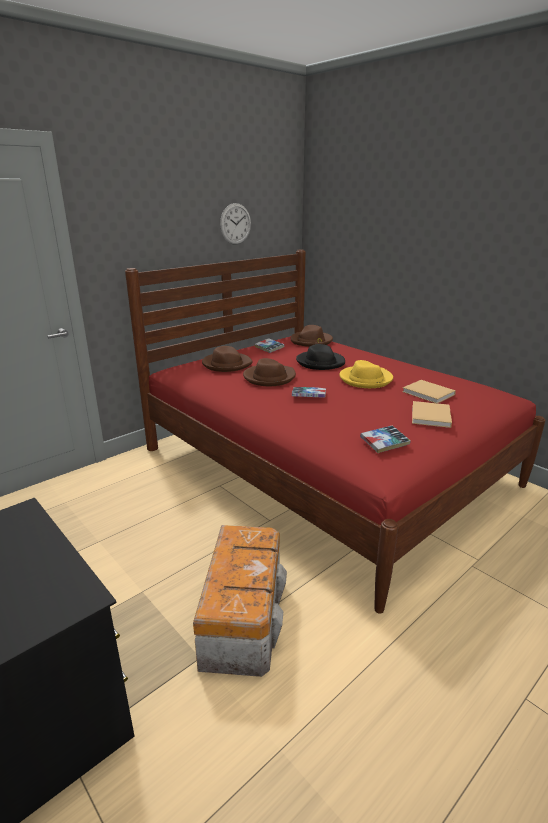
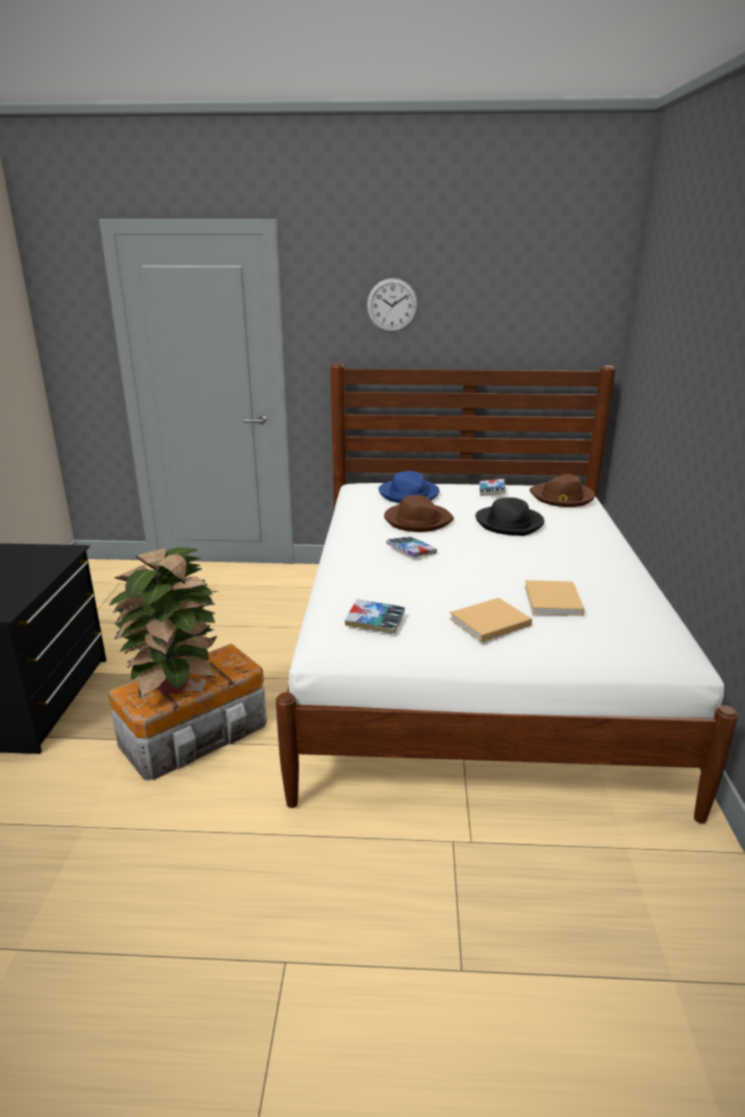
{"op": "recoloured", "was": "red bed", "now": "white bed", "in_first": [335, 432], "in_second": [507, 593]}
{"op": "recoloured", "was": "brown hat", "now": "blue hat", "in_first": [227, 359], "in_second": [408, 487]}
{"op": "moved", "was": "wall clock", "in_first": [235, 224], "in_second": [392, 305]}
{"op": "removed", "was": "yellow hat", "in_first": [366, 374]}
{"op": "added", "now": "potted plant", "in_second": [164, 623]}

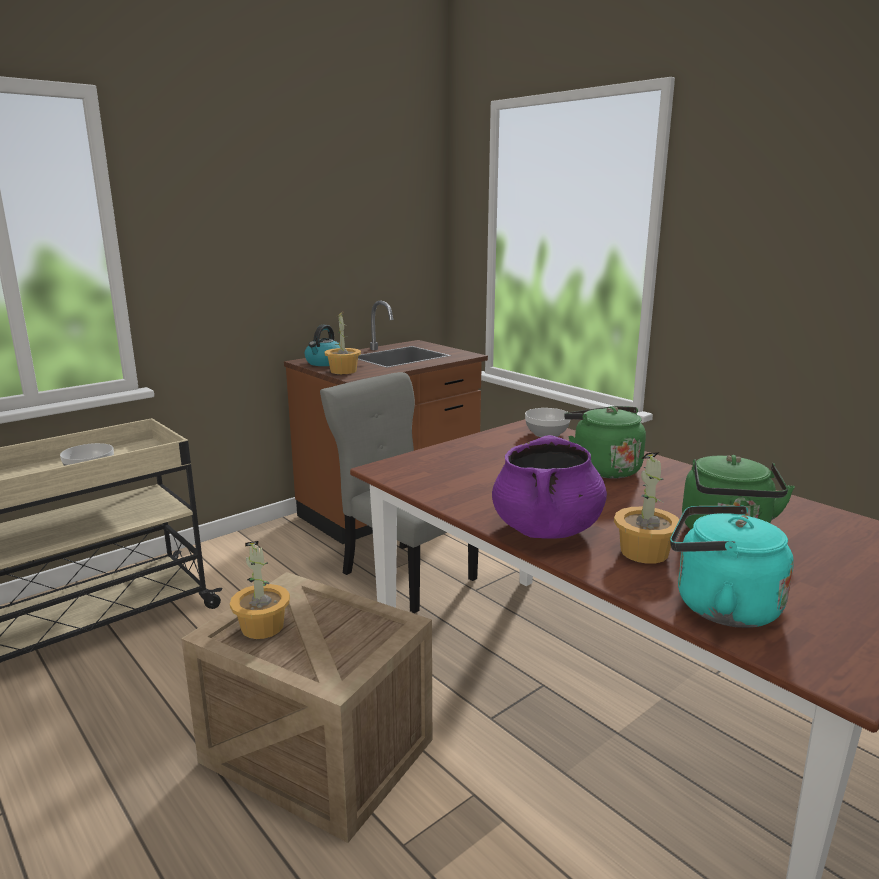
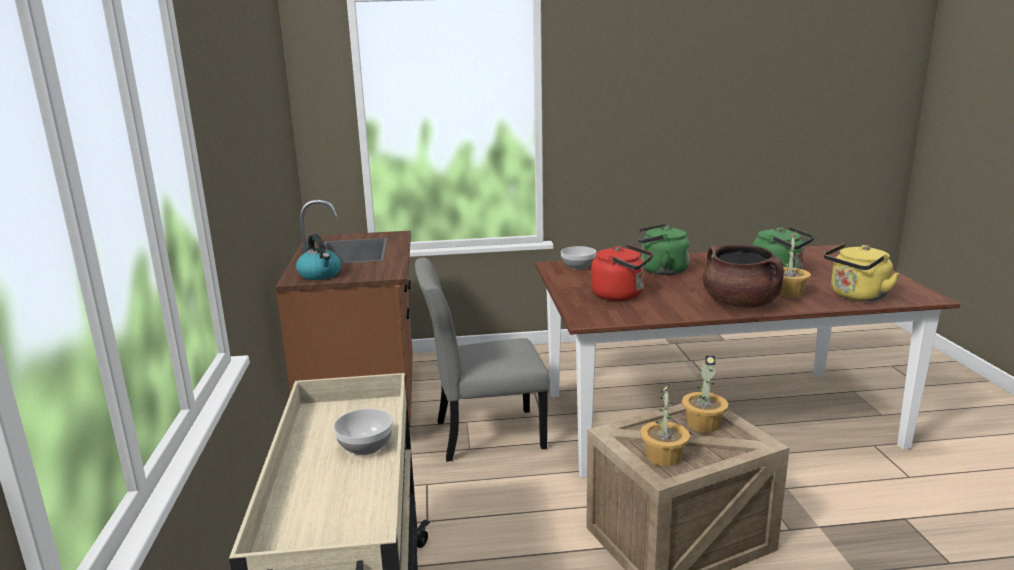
{"op": "moved", "was": "potted plant", "in_first": [342, 342], "in_second": [705, 394]}
{"op": "recoloured", "was": "purple cooking pot", "now": "brown cooking pot", "in_first": [549, 487], "in_second": [743, 276]}
{"op": "recoloured", "was": "turquoise kettle", "now": "yellow kettle", "in_first": [732, 567], "in_second": [862, 272]}
{"op": "added", "now": "red kettle", "in_second": [622, 272]}

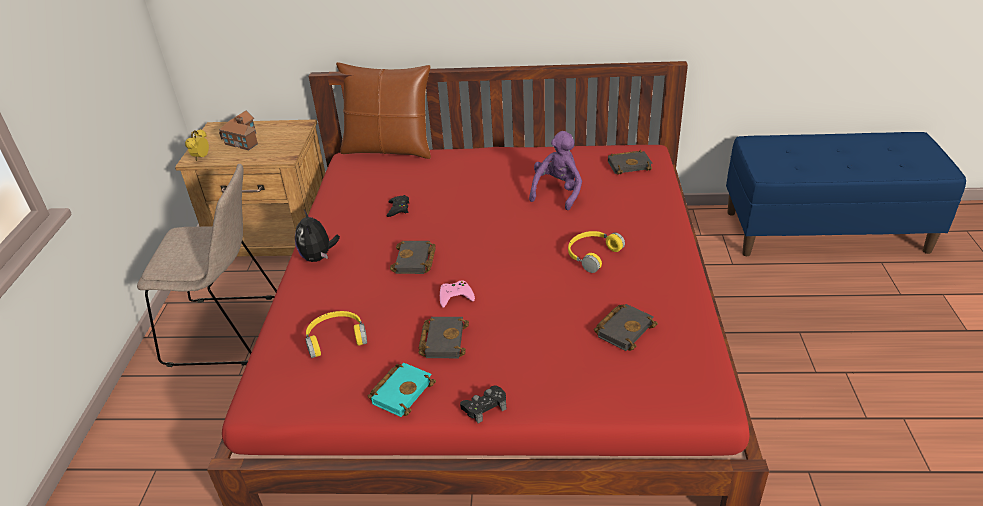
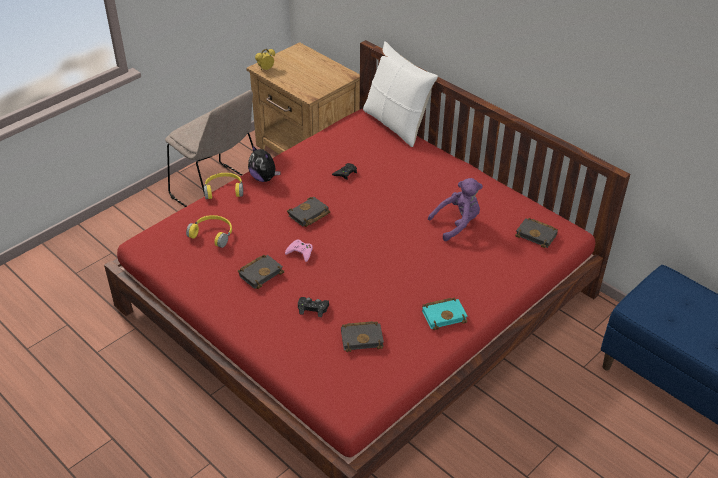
{"op": "removed", "was": "toy house", "in_first": [238, 130]}
{"op": "turned", "was": "plush toy", "in_first": [317, 236], "in_second": [264, 163], "clockwise": -75}
{"op": "recoloured", "was": "brown pillow", "now": "white pillow", "in_first": [383, 110], "in_second": [400, 94]}
{"op": "moved", "was": "turquoise book", "in_first": [402, 390], "in_second": [445, 314]}
{"op": "moved", "was": "black game controller", "in_first": [483, 404], "in_second": [313, 307]}
{"op": "moved", "was": "yellow headphones", "in_first": [596, 252], "in_second": [223, 186]}

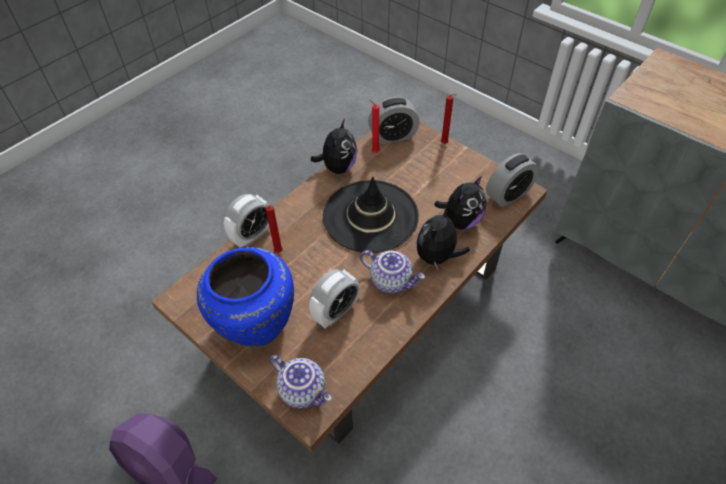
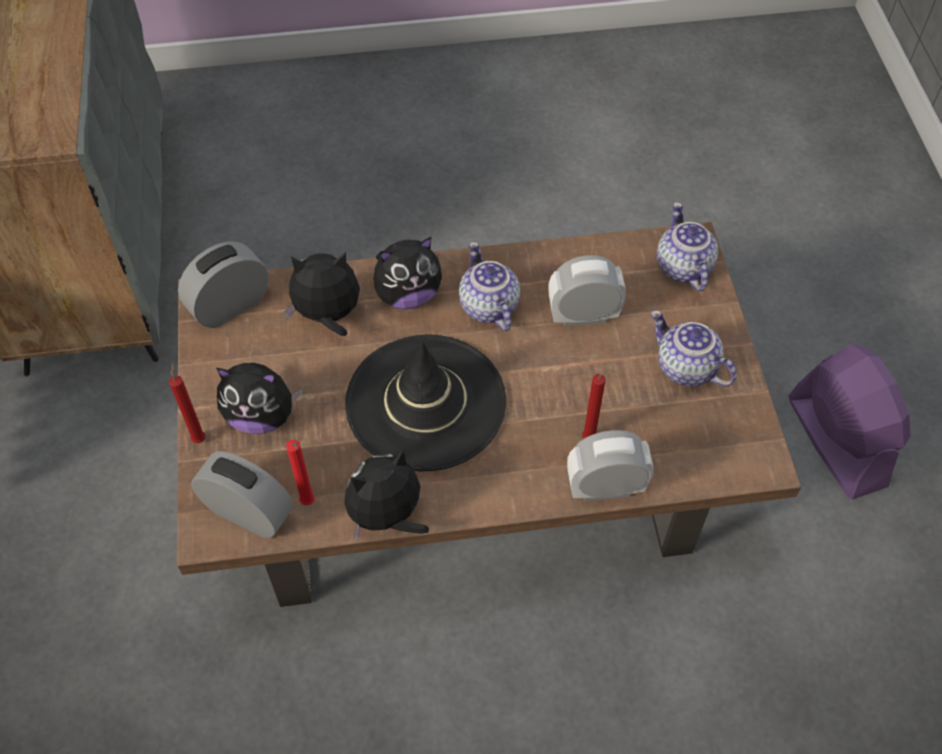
{"op": "replaced", "was": "blue vase", "now": "teapot", "in_first": [245, 297], "in_second": [694, 348]}
{"op": "turned", "was": "alarm clock", "in_first": [512, 180], "in_second": [223, 285], "clockwise": -45}
{"op": "added", "now": "plush toy", "in_second": [259, 398]}

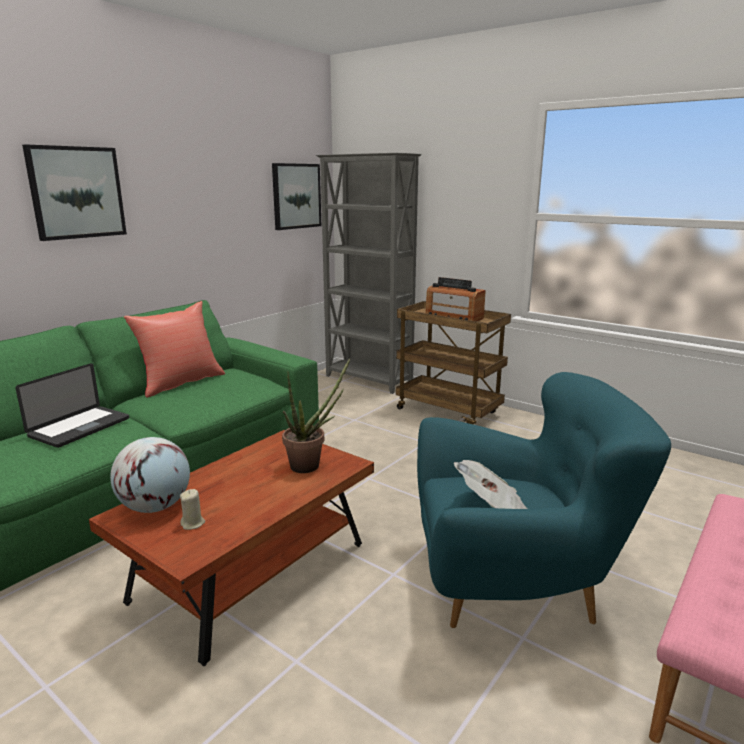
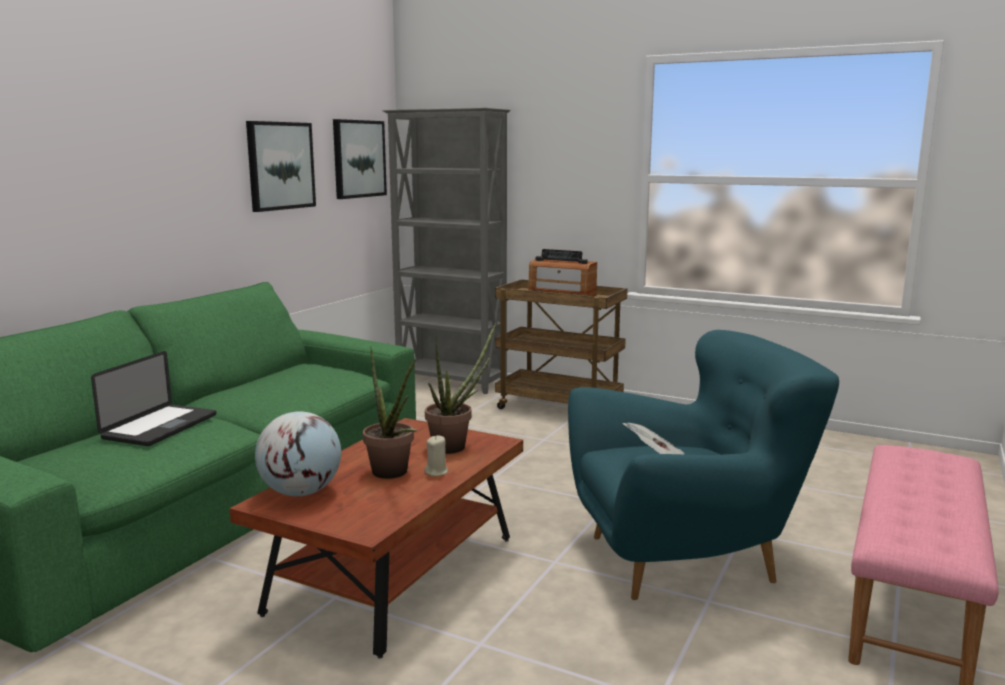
{"op": "moved", "was": "picture", "in_first": [74, 192], "in_second": [281, 166]}
{"op": "removed", "was": "red pillow", "in_first": [174, 349]}
{"op": "moved", "was": "beige candle", "in_first": [192, 509], "in_second": [436, 455]}
{"op": "added", "now": "potted plant", "in_second": [390, 412]}

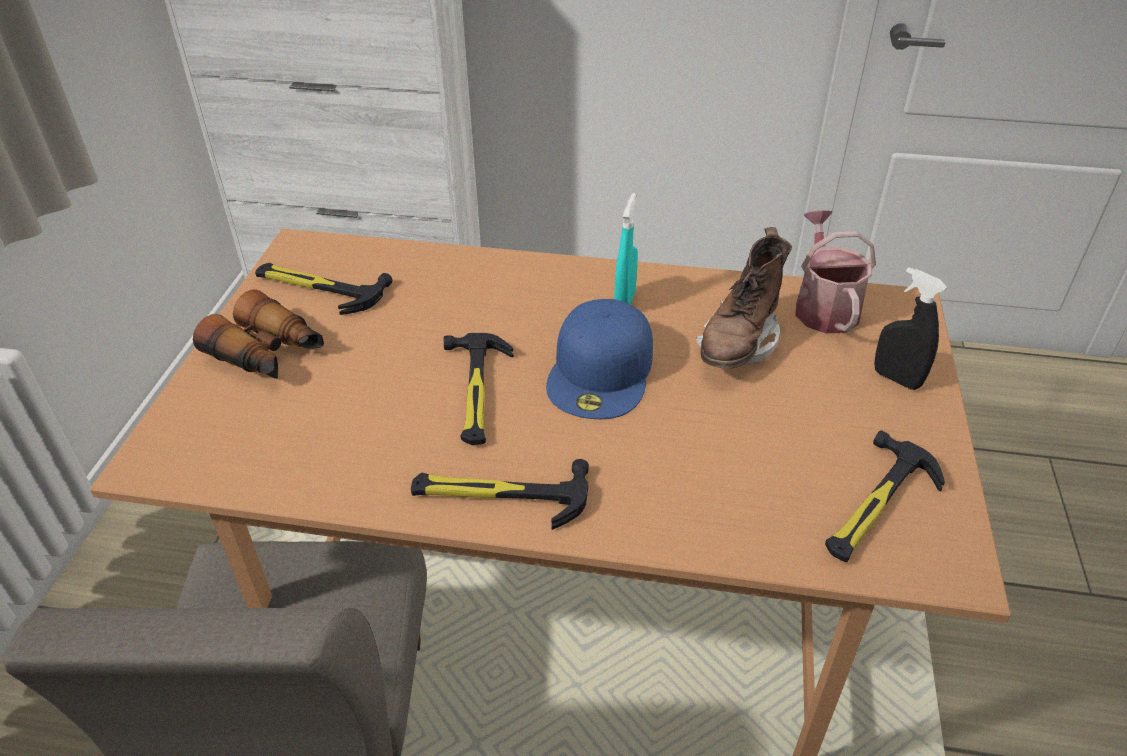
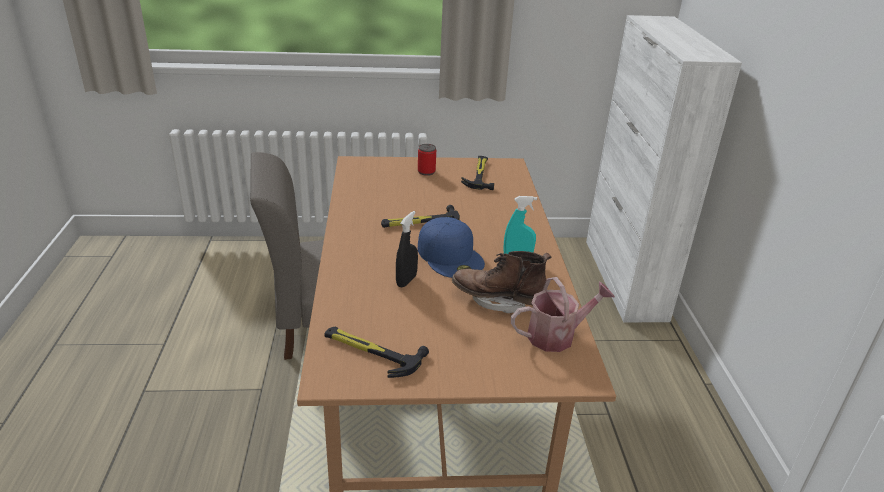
{"op": "replaced", "was": "binoculars", "now": "can", "in_first": [258, 334], "in_second": [427, 160]}
{"op": "removed", "was": "hammer", "in_first": [500, 494]}
{"op": "turned", "was": "blue cap", "in_first": [599, 359], "in_second": [451, 247], "clockwise": -120}
{"op": "moved", "was": "black spray bottle", "in_first": [910, 328], "in_second": [407, 249]}

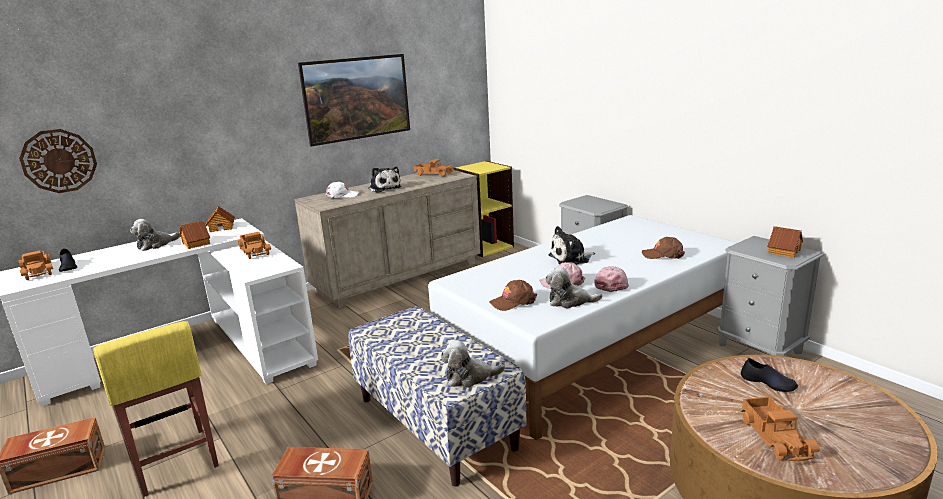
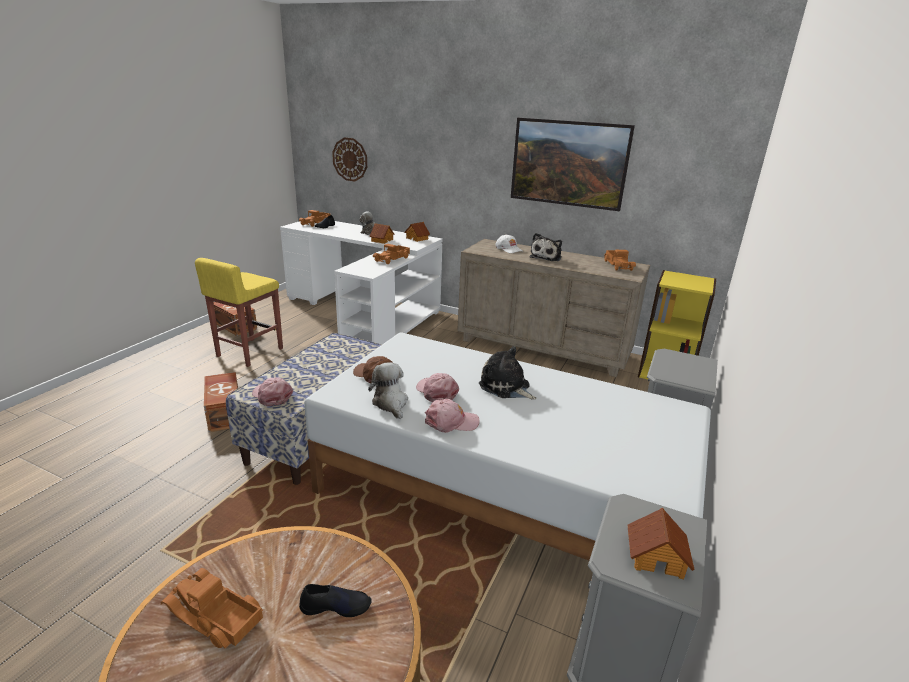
{"op": "replaced", "was": "plush toy", "now": "pink cap", "in_first": [473, 364], "in_second": [272, 392]}
{"op": "removed", "was": "brown cap", "in_first": [663, 248]}
{"op": "turned", "was": "toy truck", "in_first": [779, 429], "in_second": [211, 608], "clockwise": 60}
{"op": "turned", "was": "black shoe", "in_first": [769, 375], "in_second": [335, 600], "clockwise": -105}

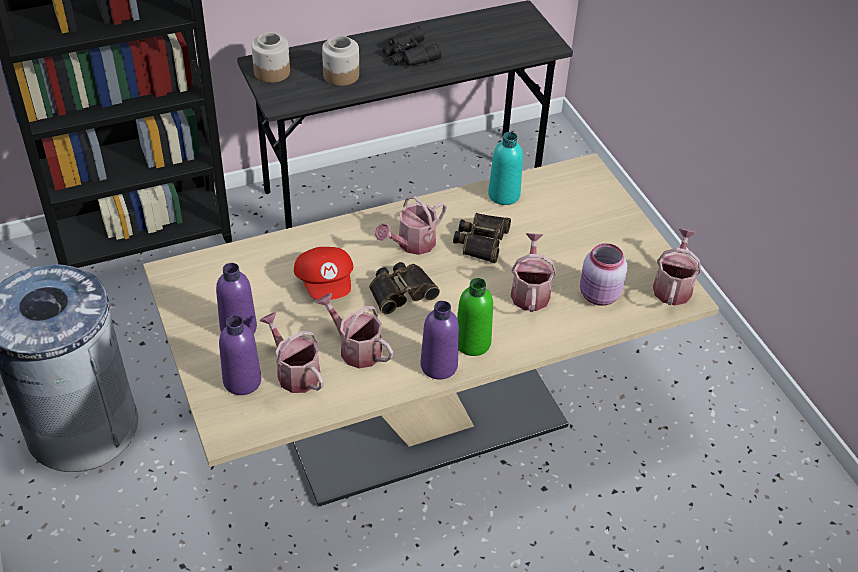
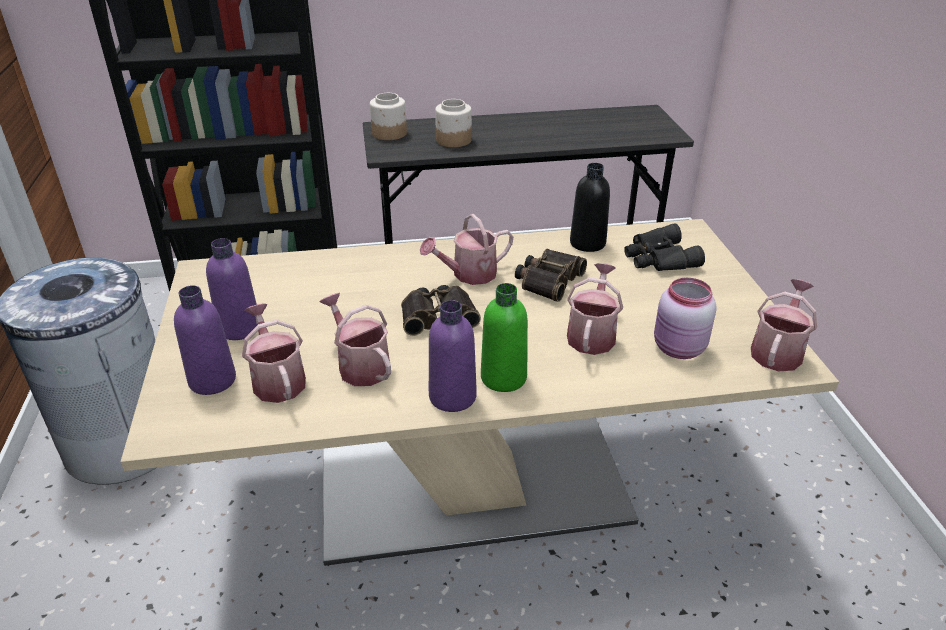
{"op": "removed", "was": "red cap", "in_first": [323, 273]}
{"op": "moved", "was": "black binoculars", "in_first": [412, 46], "in_second": [664, 247]}
{"op": "recoloured", "was": "turquoise bottle", "now": "black bottle", "in_first": [505, 168], "in_second": [590, 207]}

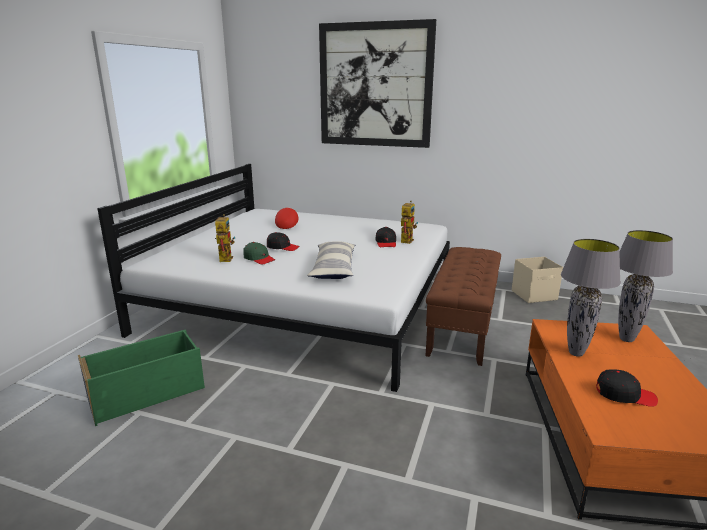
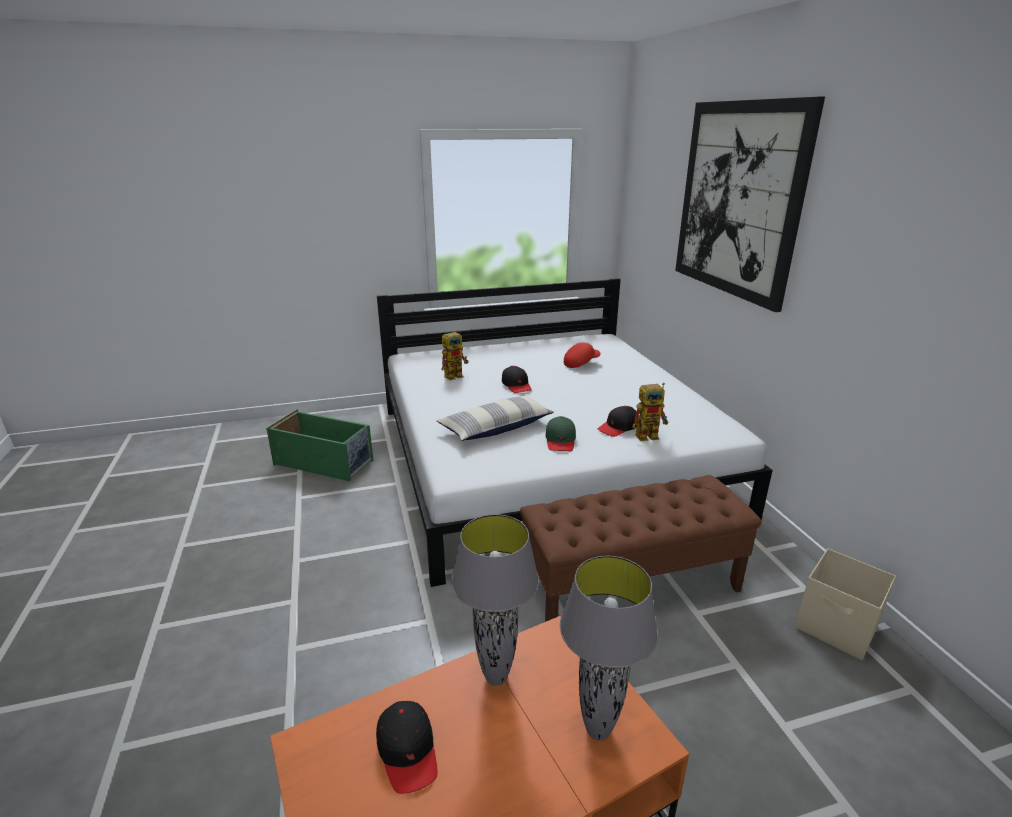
{"op": "moved", "was": "green cap", "in_first": [259, 253], "in_second": [561, 433]}

